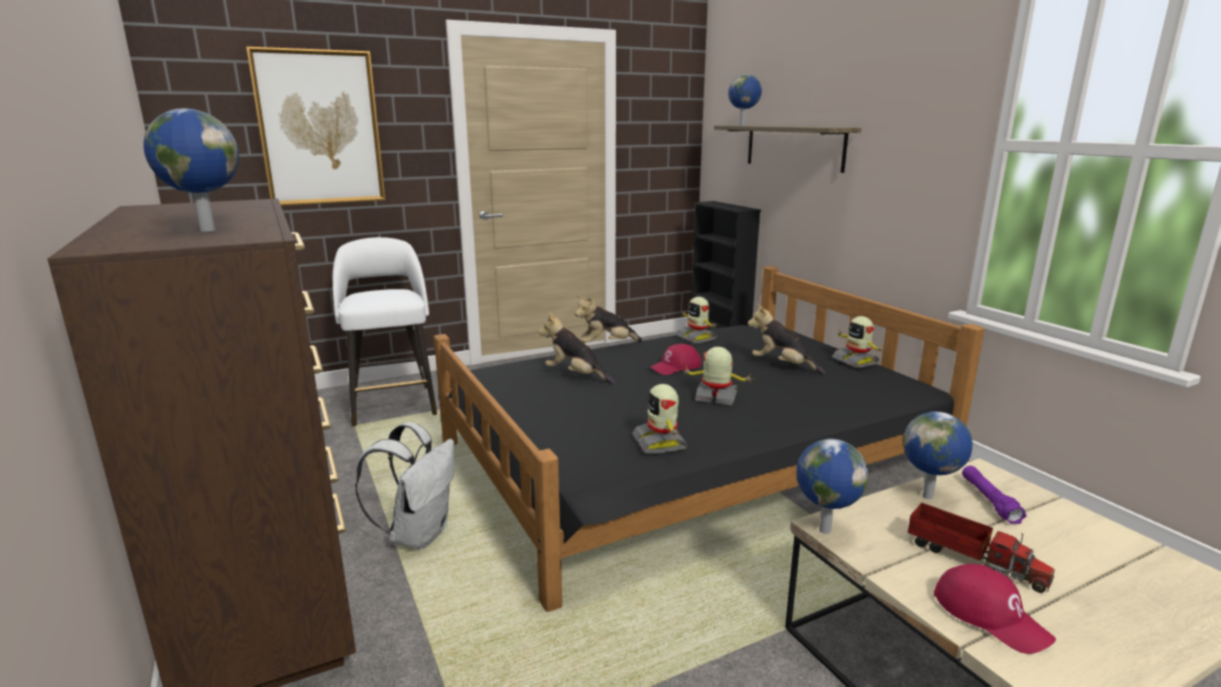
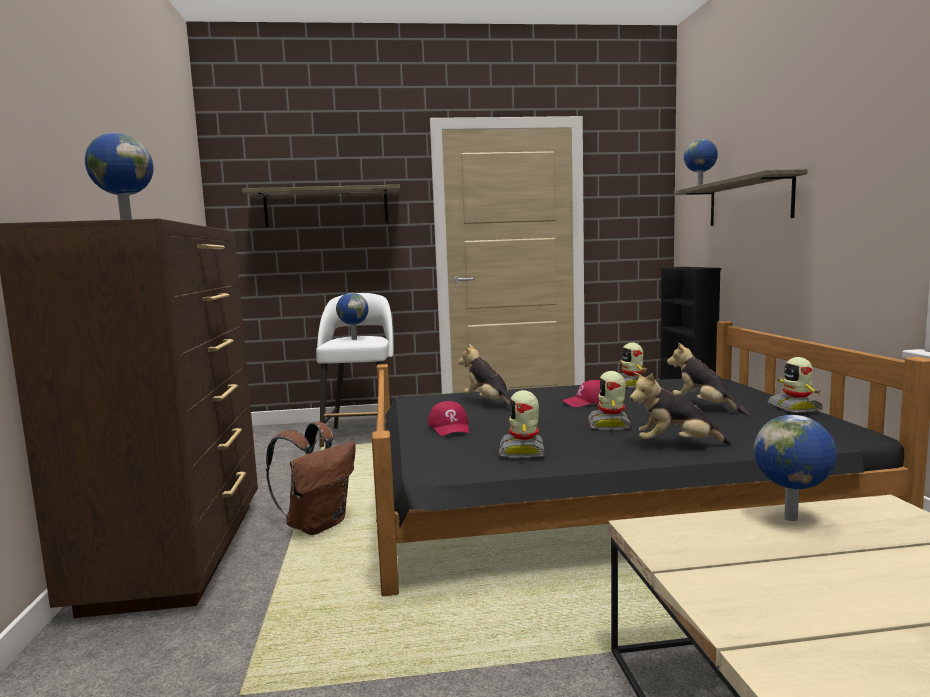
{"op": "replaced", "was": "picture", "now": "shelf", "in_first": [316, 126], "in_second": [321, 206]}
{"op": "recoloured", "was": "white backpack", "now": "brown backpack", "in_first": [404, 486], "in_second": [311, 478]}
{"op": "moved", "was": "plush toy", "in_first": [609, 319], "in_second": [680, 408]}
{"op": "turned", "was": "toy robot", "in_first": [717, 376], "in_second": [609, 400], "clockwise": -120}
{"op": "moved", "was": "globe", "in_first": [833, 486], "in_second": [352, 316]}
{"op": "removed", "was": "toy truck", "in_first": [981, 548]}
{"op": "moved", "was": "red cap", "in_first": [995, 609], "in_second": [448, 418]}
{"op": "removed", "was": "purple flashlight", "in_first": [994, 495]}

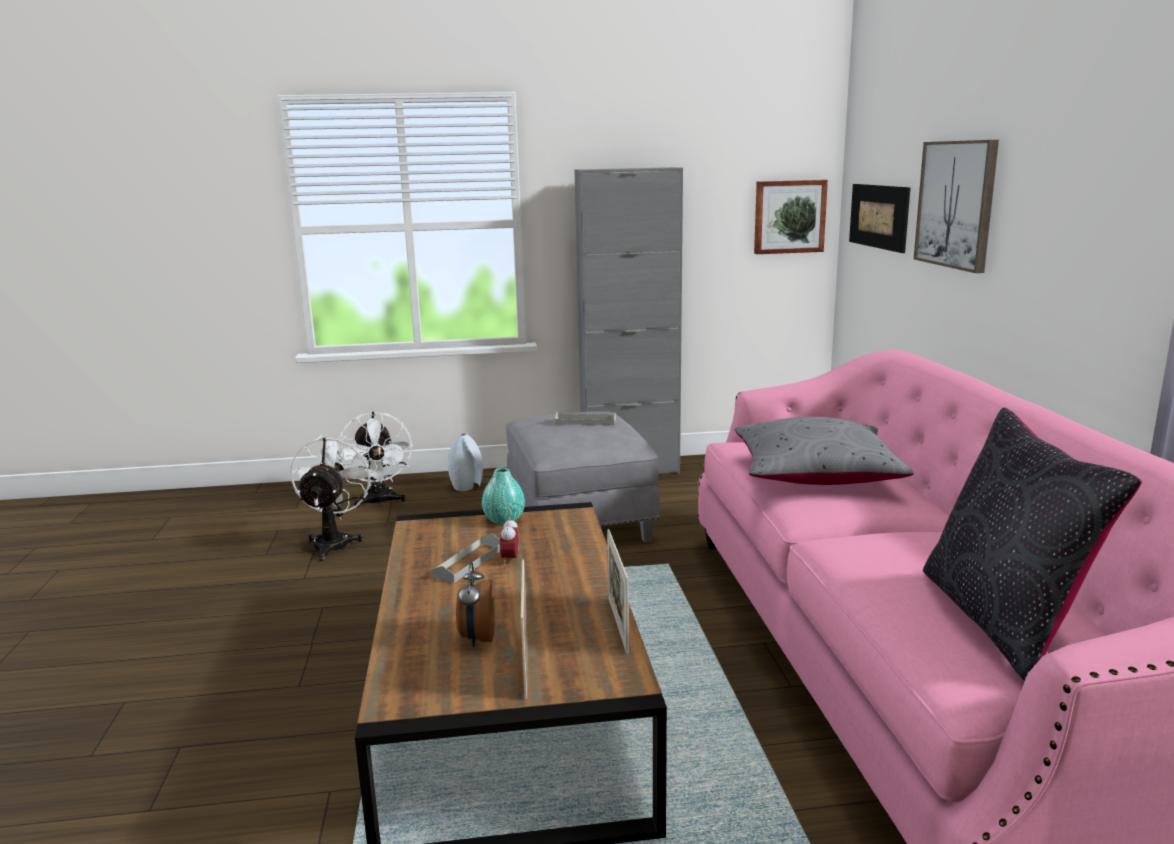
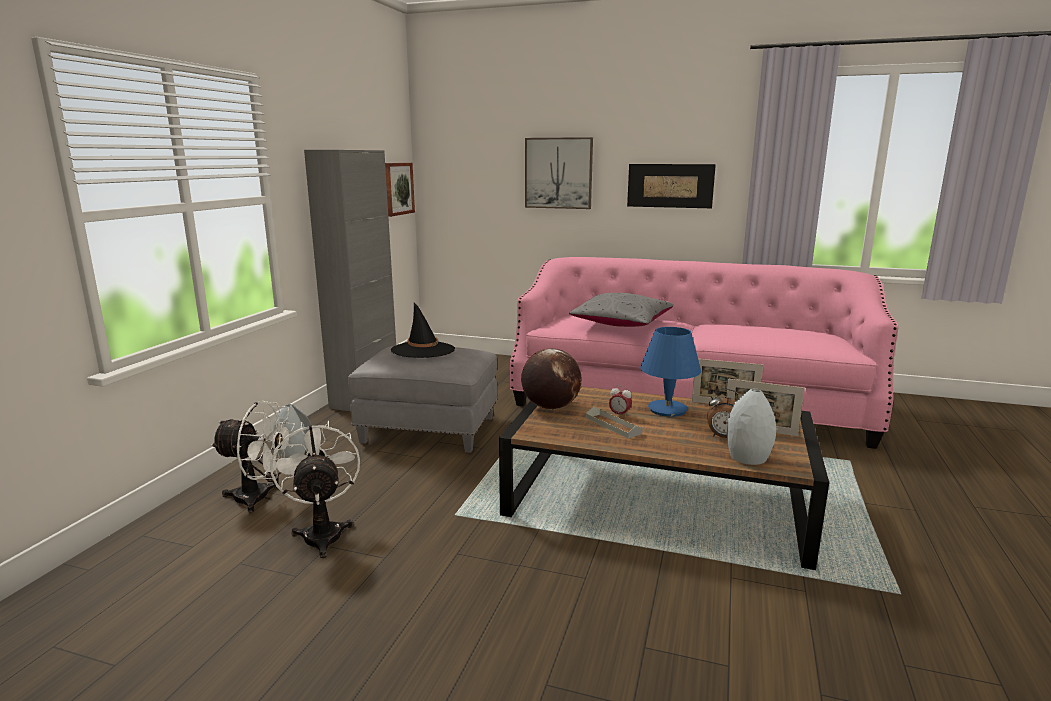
{"op": "turned", "was": "white fan", "in_first": [332, 498], "in_second": [315, 489], "clockwise": 45}
{"op": "replaced", "was": "turquoise vase", "now": "globe", "in_first": [503, 496], "in_second": [551, 379]}
{"op": "replaced", "was": "grey tray", "now": "black hat", "in_first": [585, 418], "in_second": [423, 330]}
{"op": "moved", "was": "picture", "in_first": [880, 218], "in_second": [671, 186]}
{"op": "removed", "was": "black pillow", "in_first": [1032, 544]}
{"op": "added", "now": "blue table lamp", "in_second": [670, 372]}
{"op": "added", "now": "grey vase", "in_second": [751, 426]}

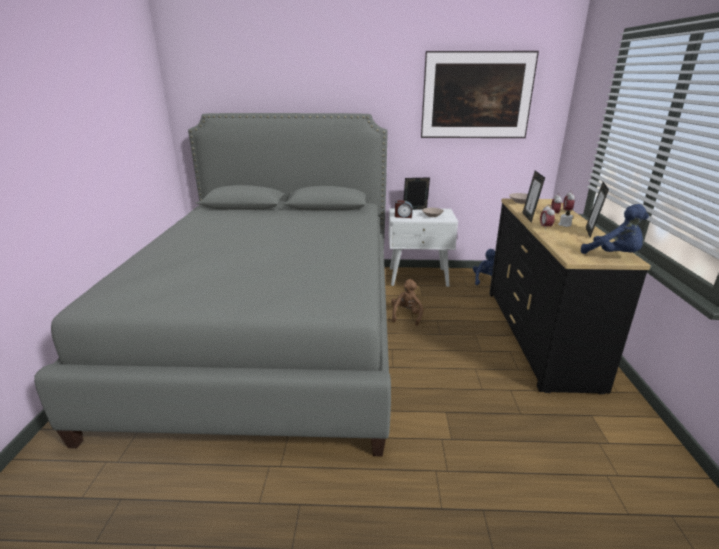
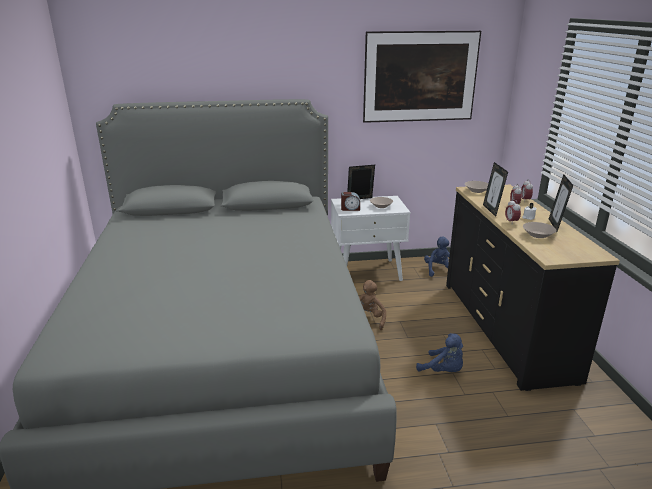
{"op": "moved", "was": "blue plush toy", "in_first": [615, 229], "in_second": [439, 352]}
{"op": "added", "now": "beige bowl", "in_second": [540, 230]}

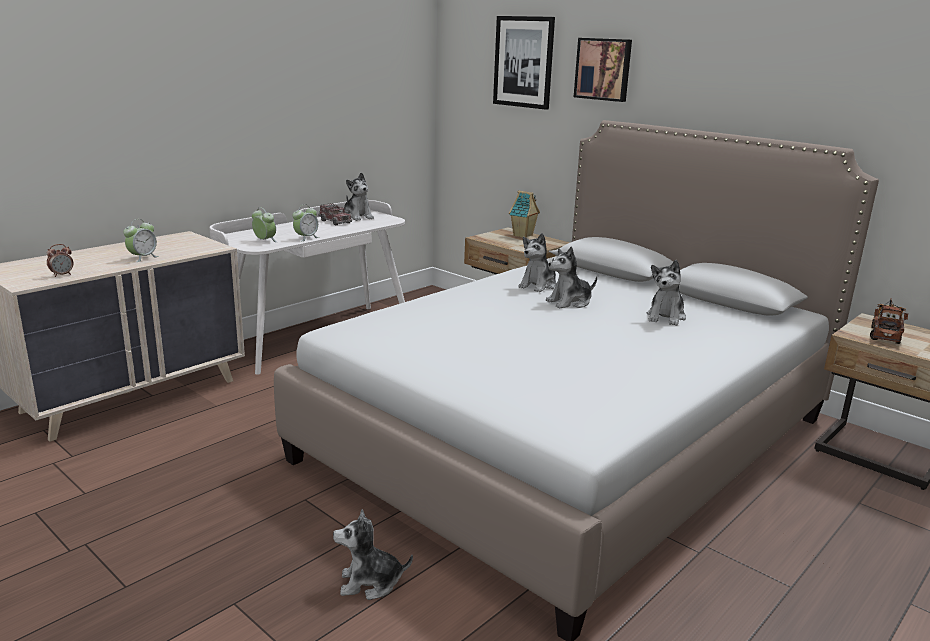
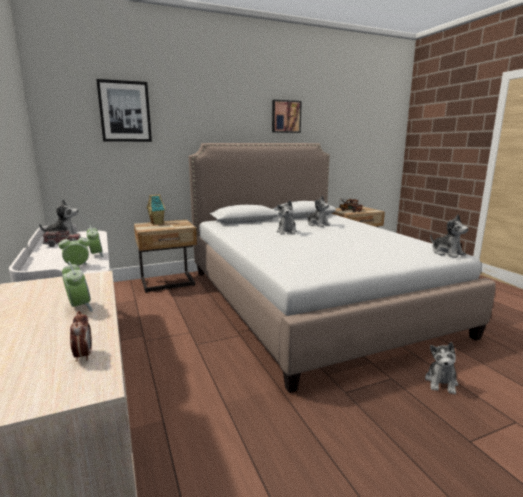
{"op": "moved", "was": "plush toy", "in_first": [537, 262], "in_second": [449, 236]}
{"op": "moved", "was": "picture", "in_first": [603, 70], "in_second": [287, 116]}

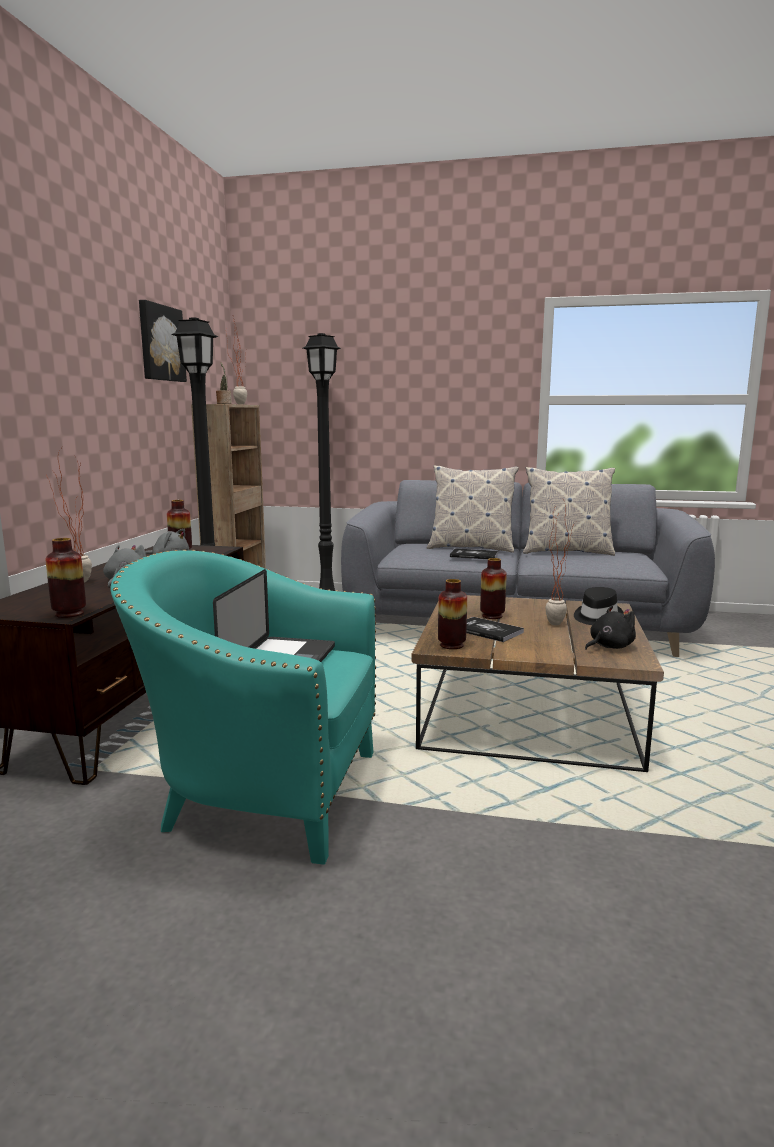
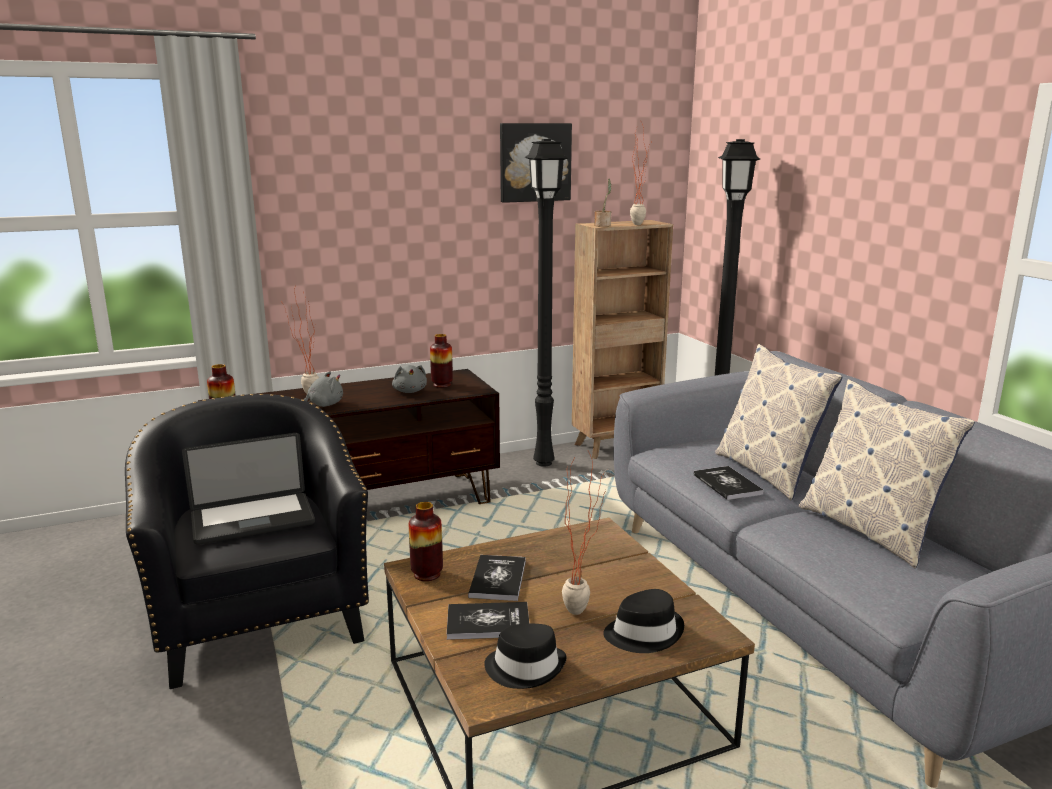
{"op": "recoloured", "was": "turquoise armchair", "now": "black armchair", "in_first": [243, 707], "in_second": [247, 541]}
{"op": "removed", "was": "vase", "in_first": [493, 588]}
{"op": "replaced", "was": "black plush toy", "now": "black hat", "in_first": [610, 627], "in_second": [525, 656]}
{"op": "added", "now": "book", "in_second": [488, 621]}

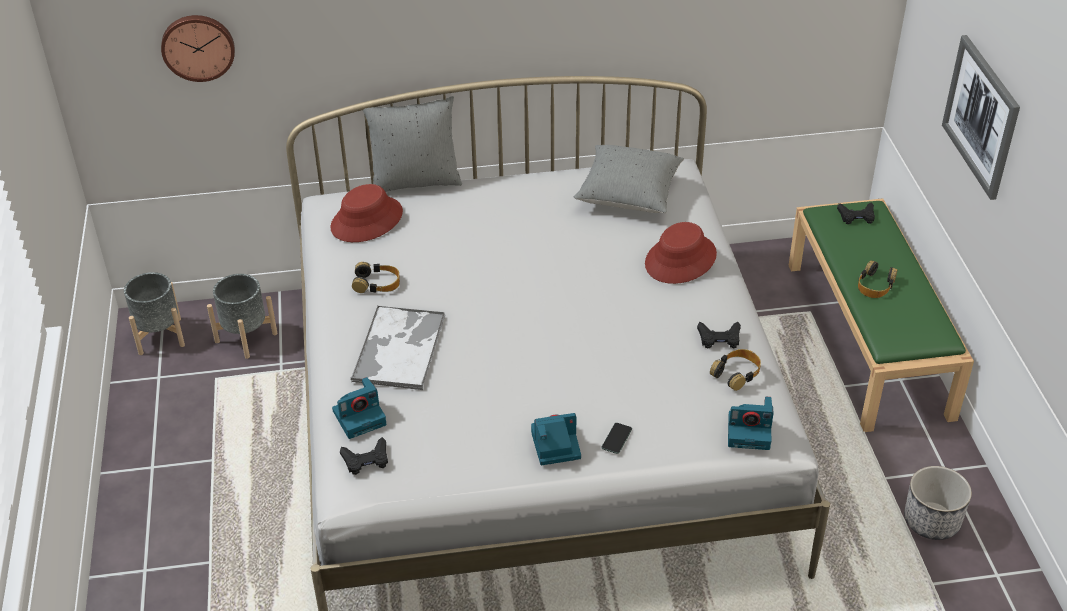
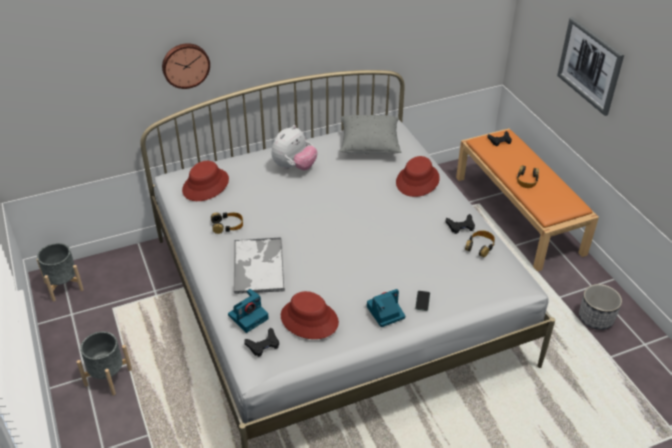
{"op": "moved", "was": "wall clock", "in_first": [198, 48], "in_second": [186, 66]}
{"op": "moved", "was": "grey planter", "in_first": [242, 316], "in_second": [104, 363]}
{"op": "removed", "was": "grey pillow", "in_first": [412, 144]}
{"op": "removed", "was": "photo camera", "in_first": [751, 423]}
{"op": "recoloured", "was": "green bench", "now": "orange bench", "in_first": [881, 315], "in_second": [527, 199]}
{"op": "added", "now": "plush toy", "in_second": [295, 147]}
{"op": "added", "now": "red hat", "in_second": [310, 315]}

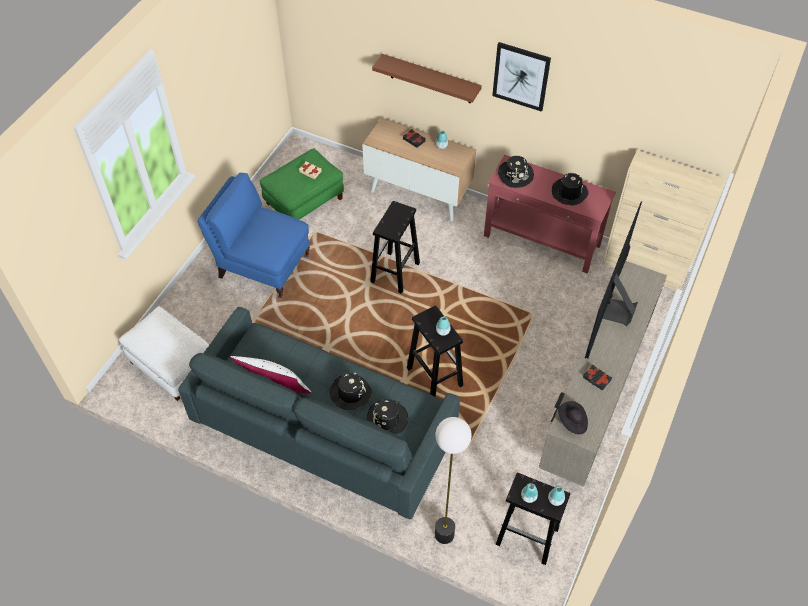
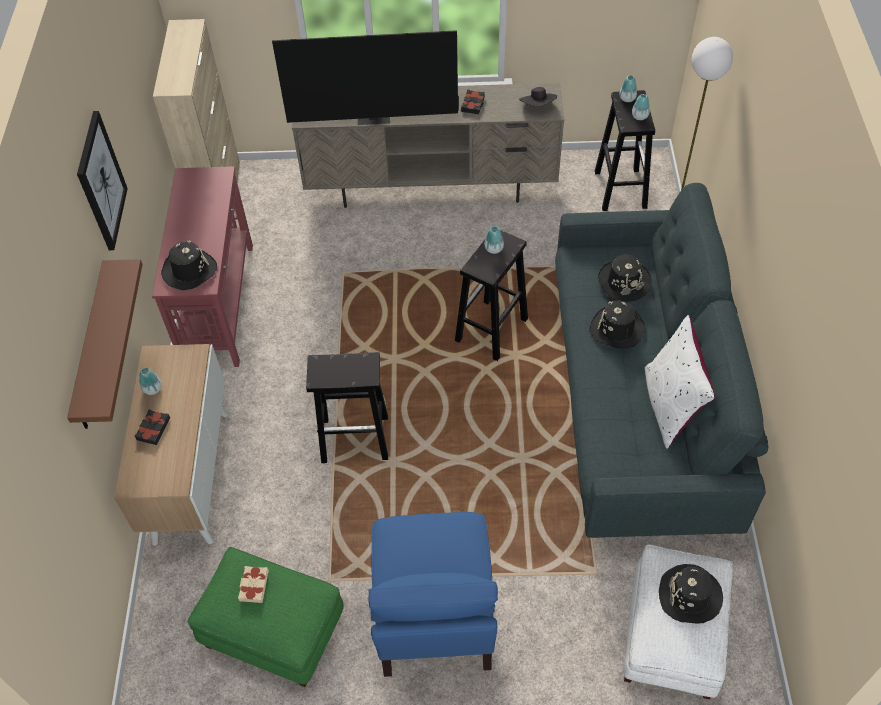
{"op": "moved", "was": "black hat", "in_first": [570, 188], "in_second": [691, 593]}

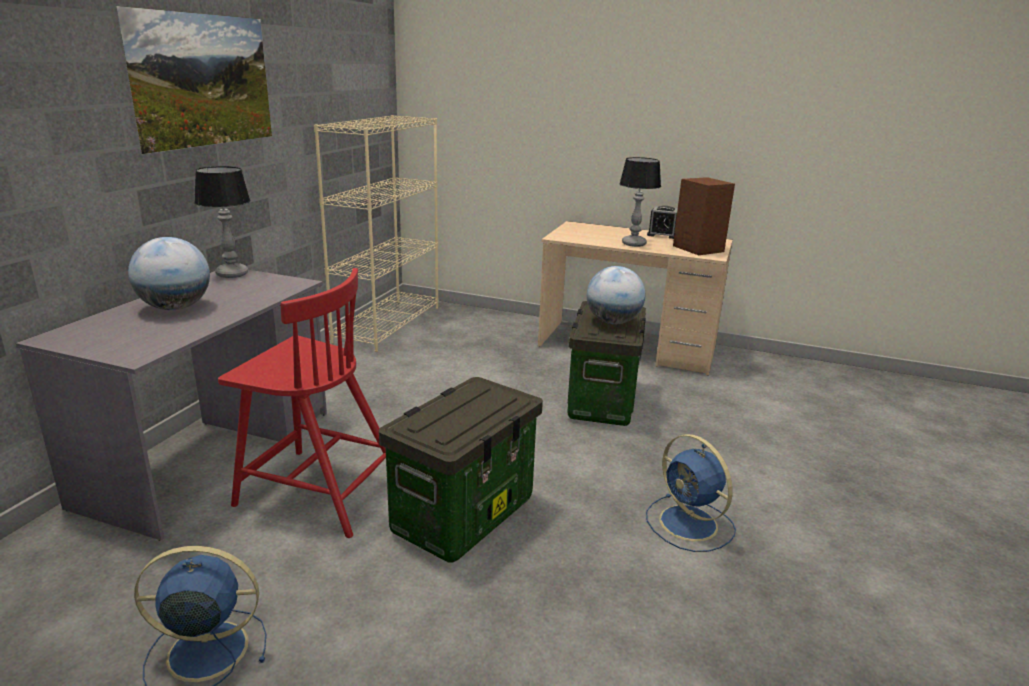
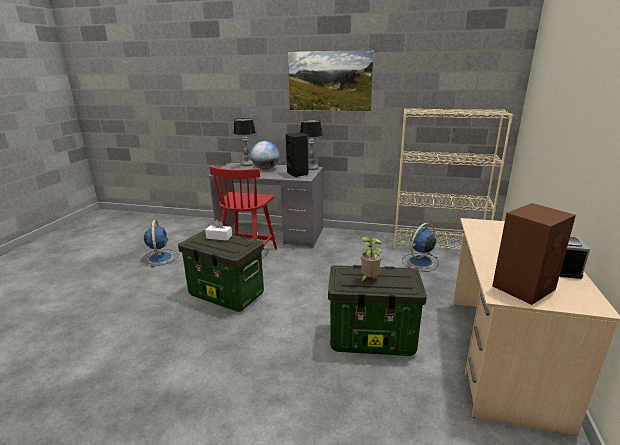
{"op": "replaced", "was": "globe", "now": "potted plant", "in_first": [616, 295], "in_second": [371, 259]}
{"op": "moved", "was": "table lamp", "in_first": [640, 202], "in_second": [244, 142]}
{"op": "moved", "was": "blue fan", "in_first": [691, 493], "in_second": [420, 247]}
{"op": "added", "now": "white tissue box", "in_second": [218, 230]}
{"op": "added", "now": "black speaker", "in_second": [297, 155]}

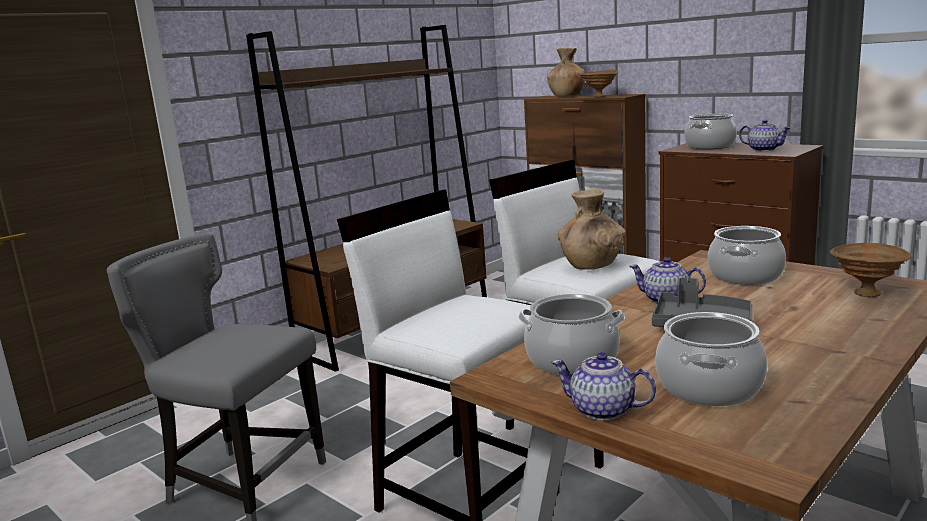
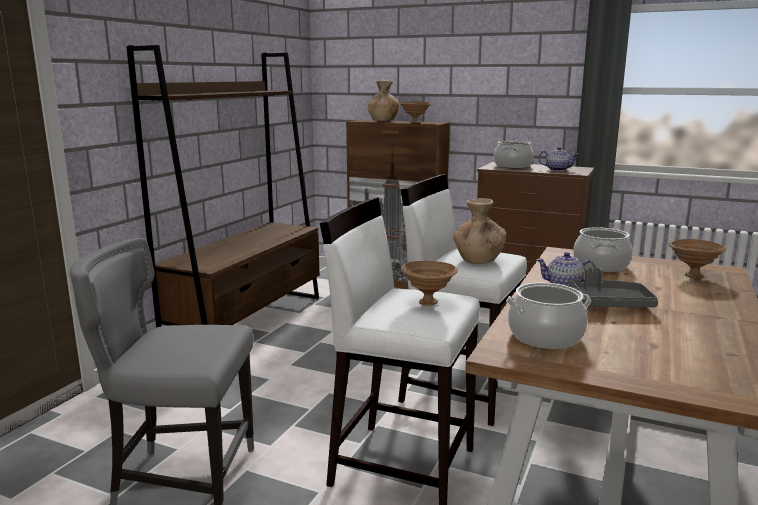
{"op": "removed", "was": "teapot", "in_first": [603, 386]}
{"op": "removed", "was": "cooking pot", "in_first": [711, 359]}
{"op": "added", "now": "brown bowl", "in_second": [429, 283]}

